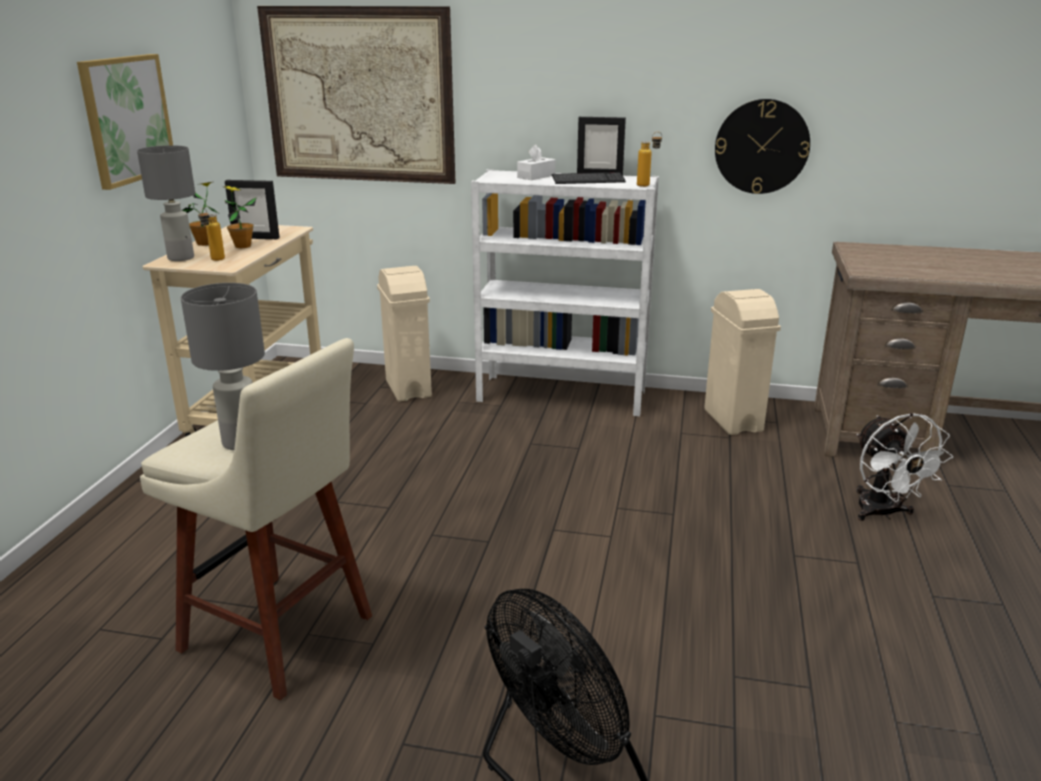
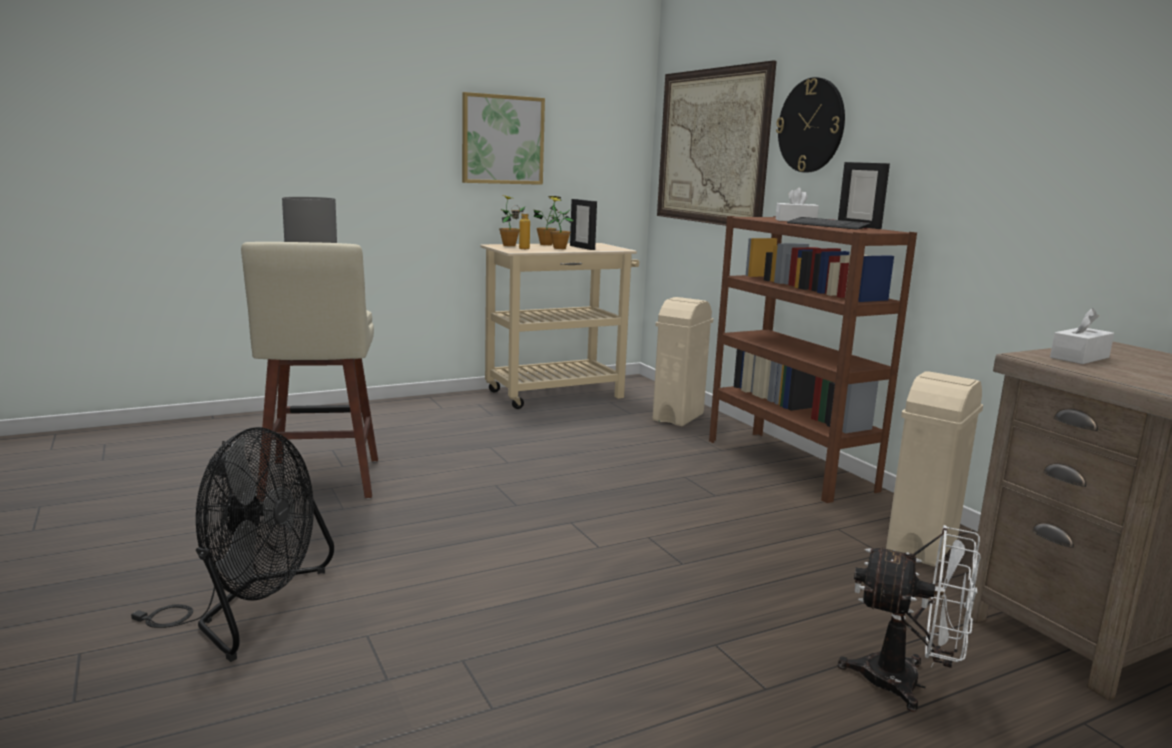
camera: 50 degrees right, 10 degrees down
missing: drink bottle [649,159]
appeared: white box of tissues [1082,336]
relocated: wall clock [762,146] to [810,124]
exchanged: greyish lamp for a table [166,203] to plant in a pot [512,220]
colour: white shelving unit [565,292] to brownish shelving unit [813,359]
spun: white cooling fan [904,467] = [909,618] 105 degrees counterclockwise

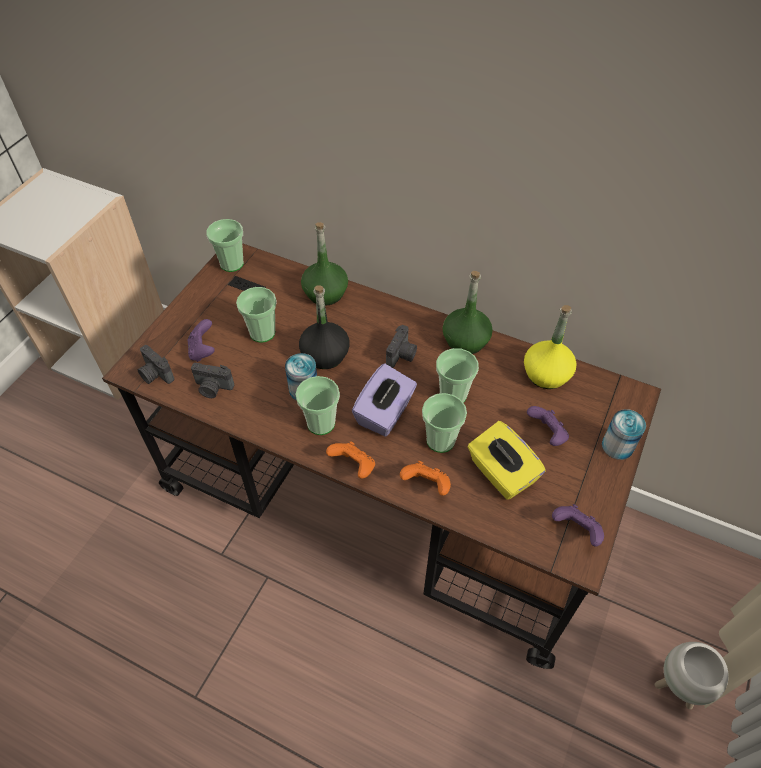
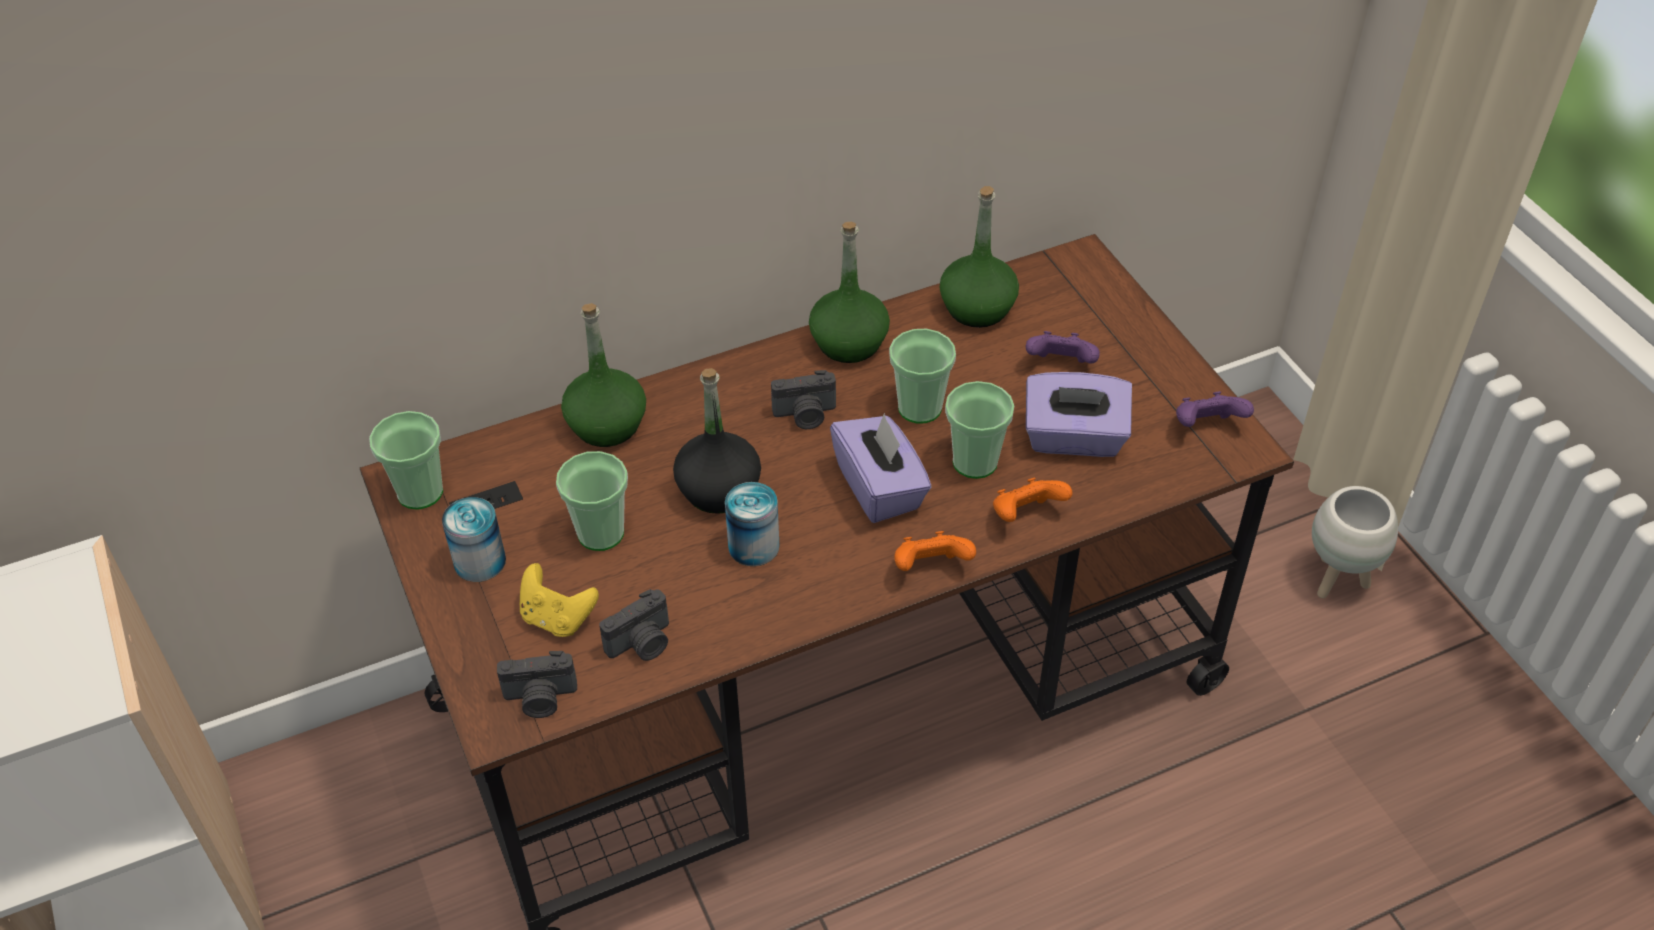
camera: 50 degrees left, 5 degrees down
missing: small cup [317,405]
relocated: sealed can [624,434] to [474,539]
colour: purplish game controller [201,340] to yellow-coloured game controller [559,600]; yellow-coloured drink bottle [550,347] to green drink bottle [979,257]; yellow-coloured box of tissues [507,460] to purplish box of tissues [1079,414]
spun: photo camera [401,346] = [803,399] 105 degrees clockwise

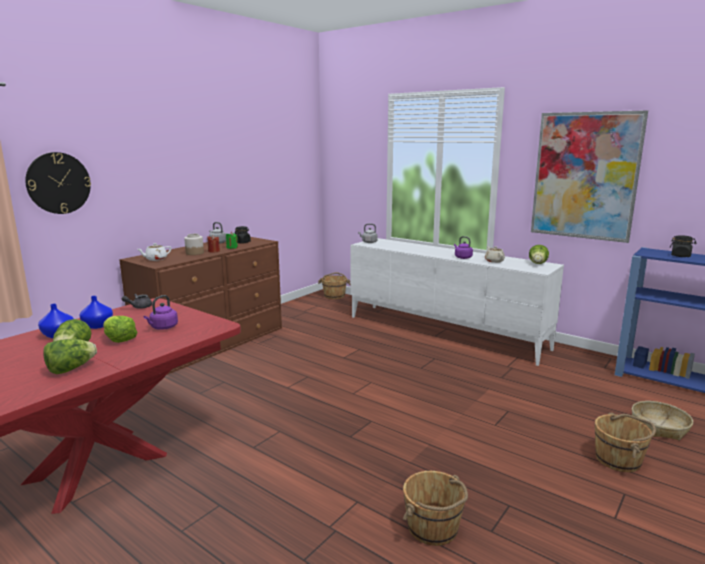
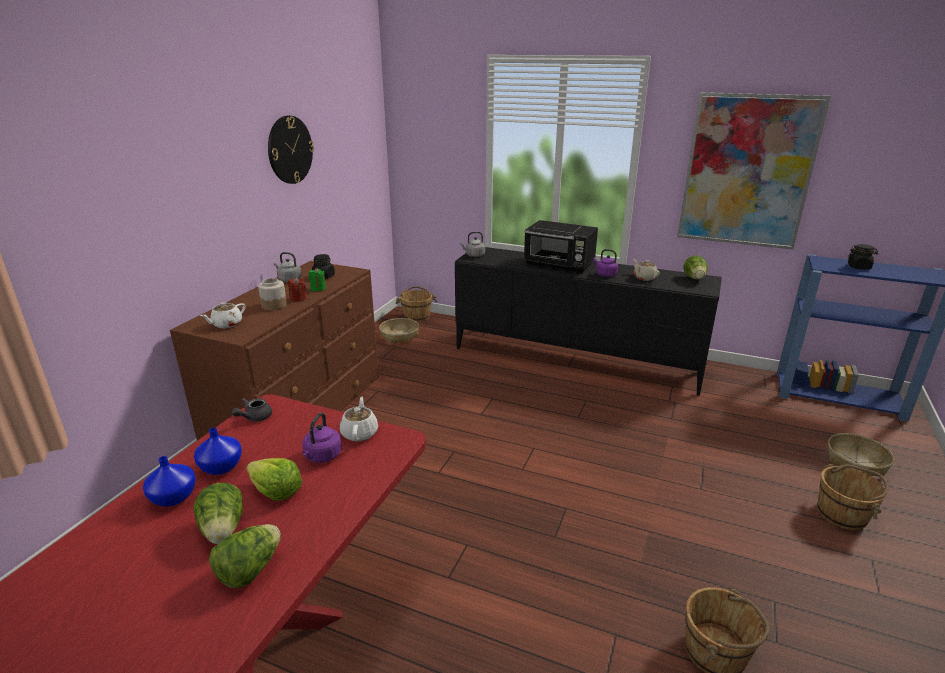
camera: 15 degrees left, 10 degrees up
appeared: white teapot [359,419]; basket [399,330]; black microwave oven [561,246]
relocated: wall clock [58,183] to [291,150]
colour: white cupboard [457,302] to black cupboard [588,321]

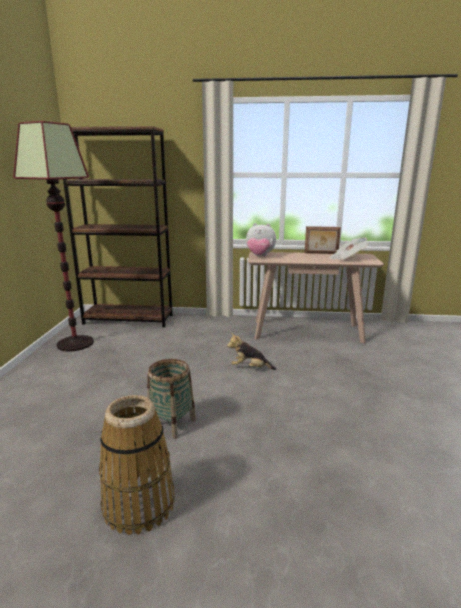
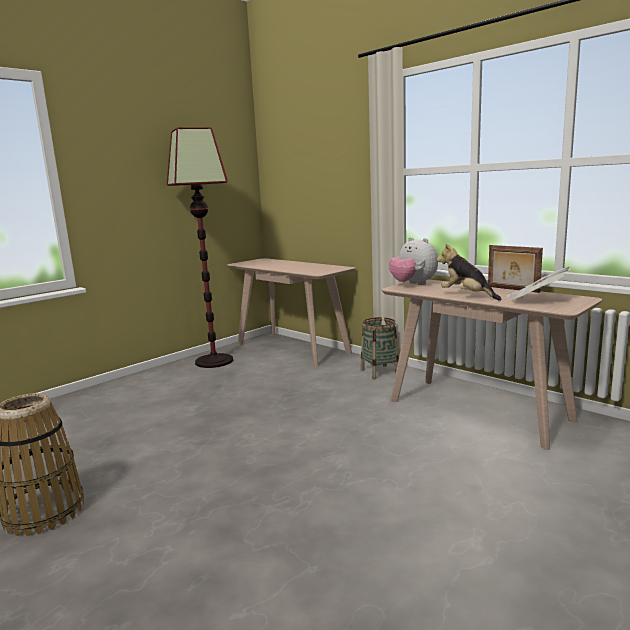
camera: 40 degrees right, 5 degrees down
relocated: basket [171,399] to [379,348]; plush toy [251,351] to [469,272]
exchanged: brownish shelving unit [118,226] to sand-coloured hall table [291,313]

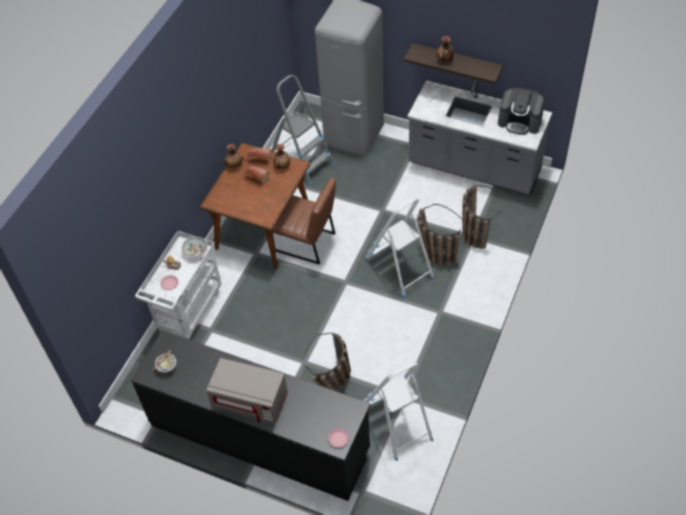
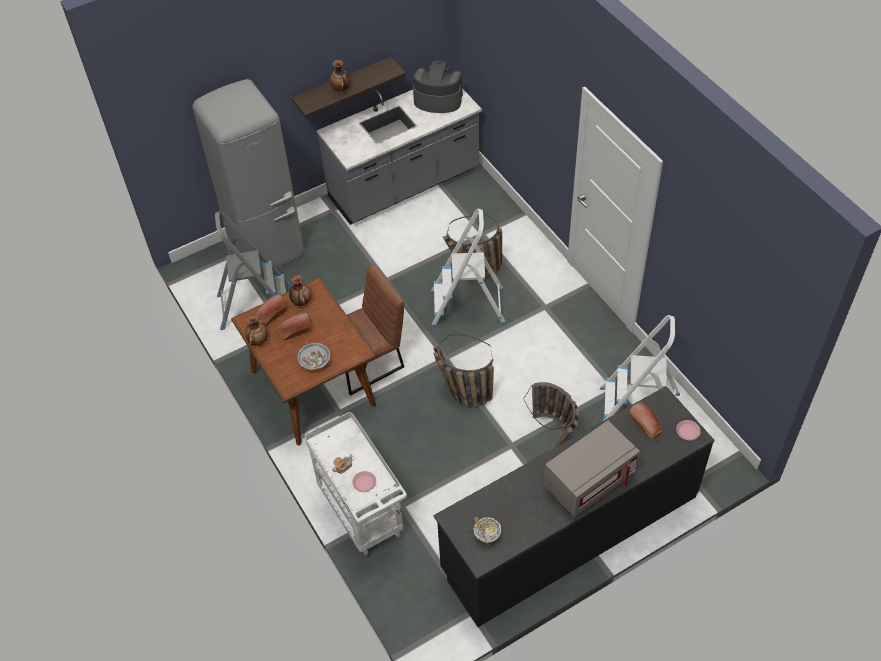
camera: 55 degrees left, 0 degrees up
appeared: bakery bread [646,420]
relocated: bowl [194,247] to [313,356]; basket [482,217] to [463,370]
spun: coffee maker [521,111] = [438,87] 135 degrees counterclockwise

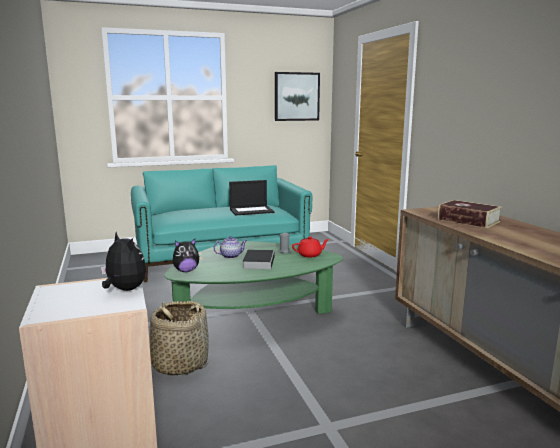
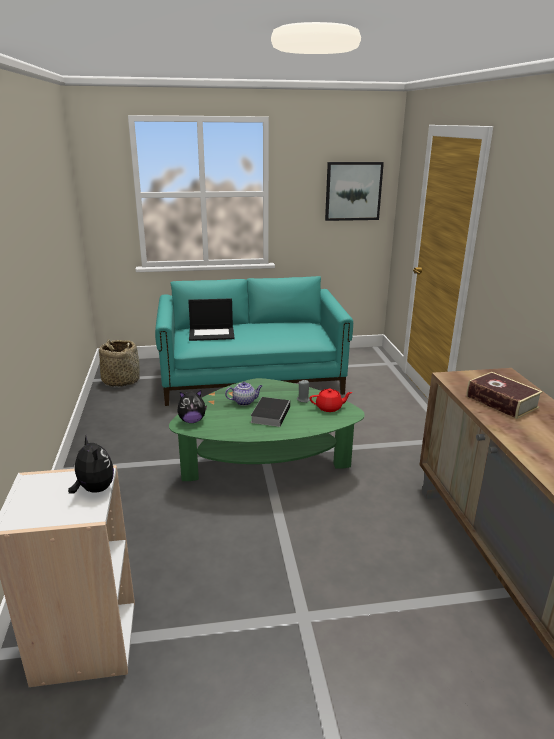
camera: 10 degrees right, 10 degrees up
relocated: basket [180,338] to [119,363]; notebook computer [251,197] to [211,319]

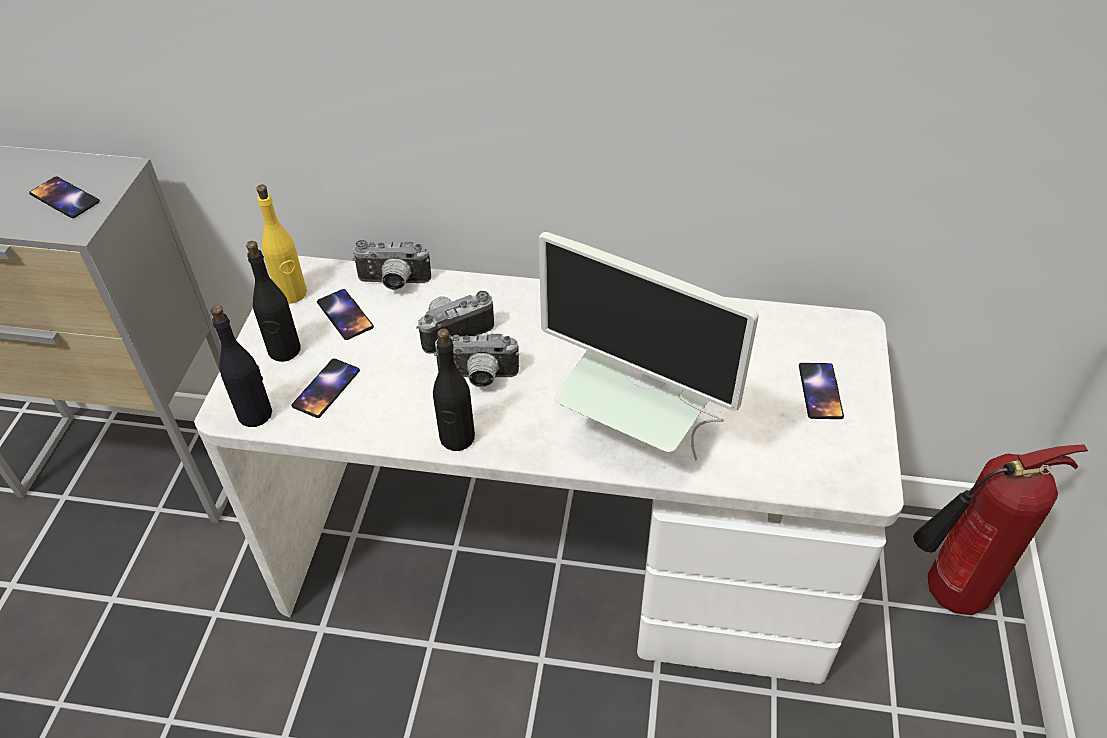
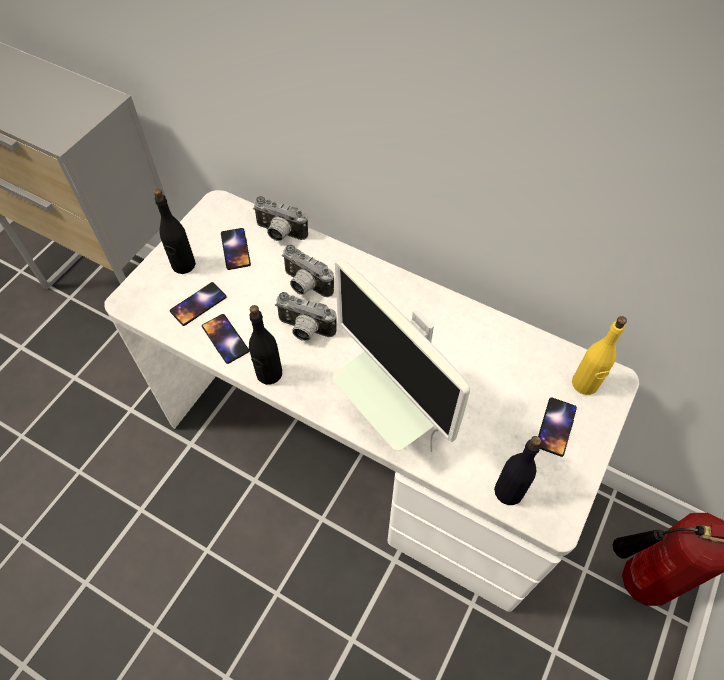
camera: 20 degrees right, 10 degrees up
relocated: telephone [64,197] to [225,339]; black drink bottle [241,366] to [518,470]; yellow-coloured drink bottle [281,244] to [599,355]
spun: photo camera [455,322] = [308,270] 135 degrees counterclockwise

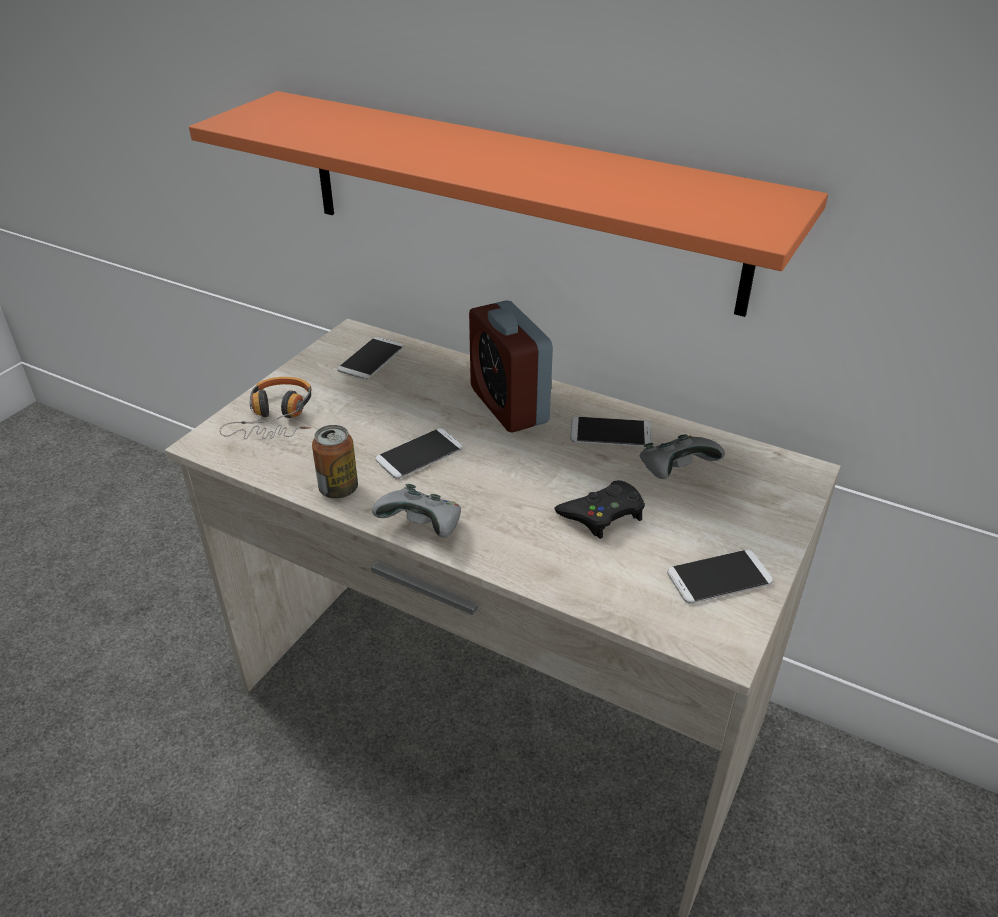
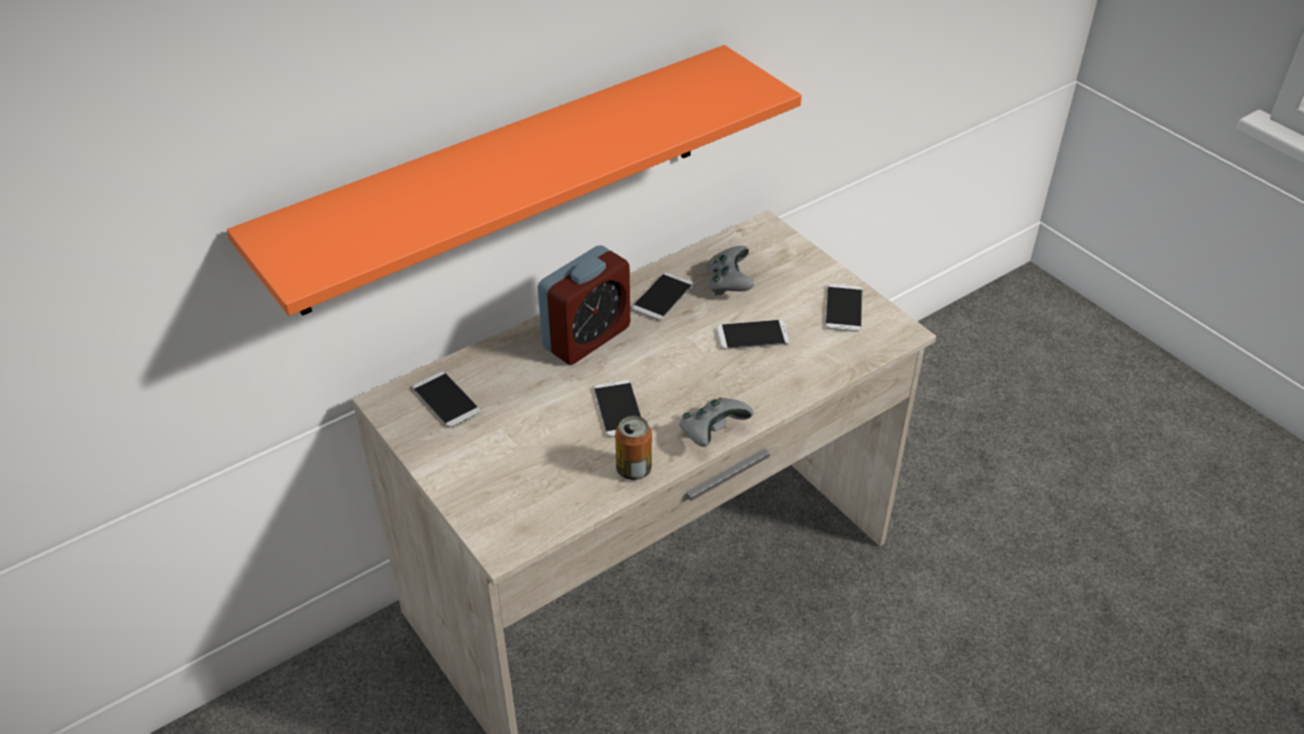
camera: 65 degrees left, 5 degrees up
missing: headset [265,408]
exchanged: black game controller [599,509] to telephone [753,335]
spun: alarm clock [511,366] = [584,305] 45 degrees counterclockwise

